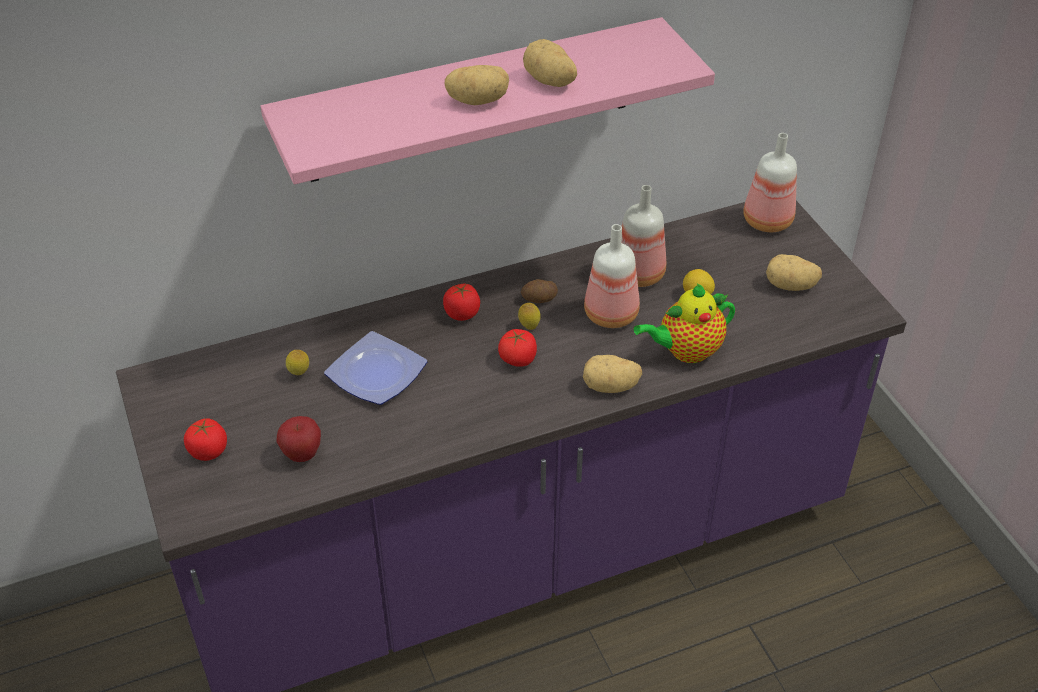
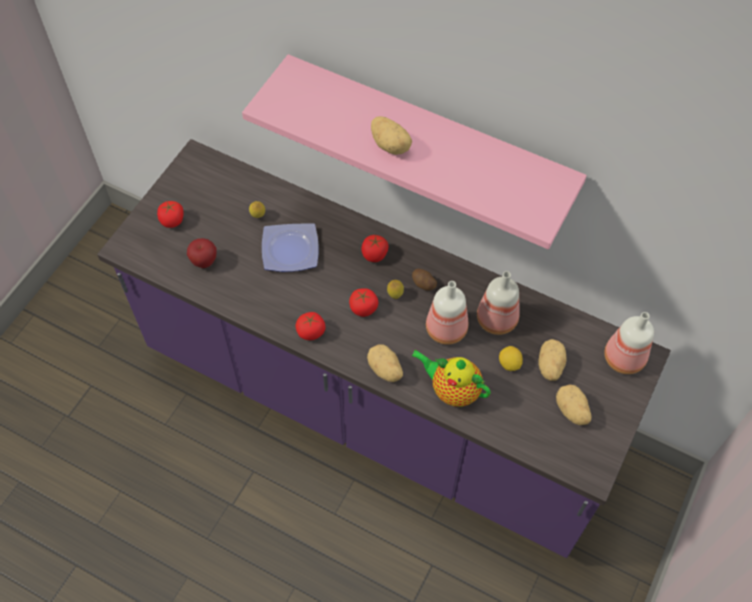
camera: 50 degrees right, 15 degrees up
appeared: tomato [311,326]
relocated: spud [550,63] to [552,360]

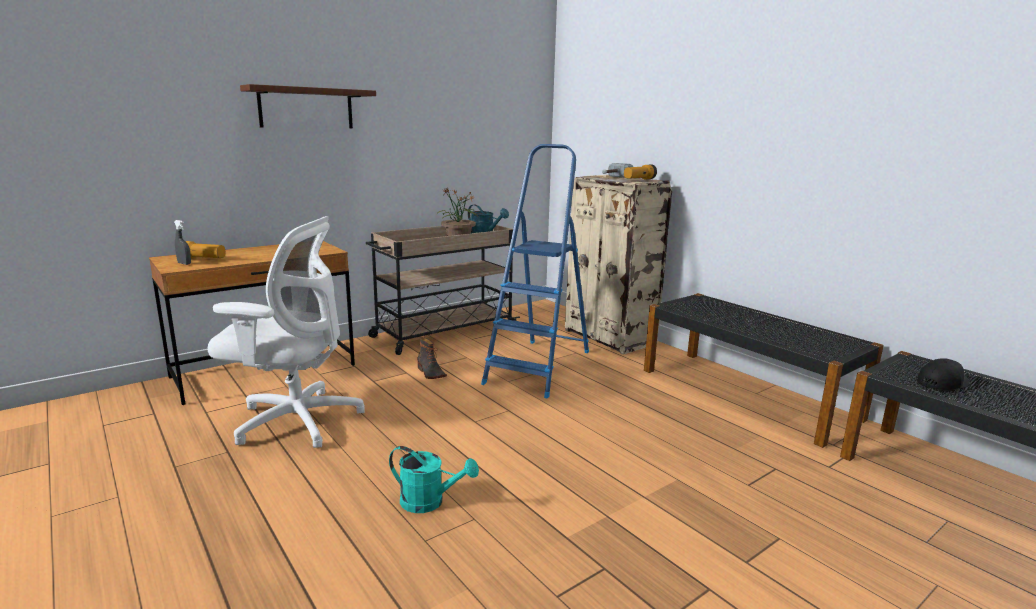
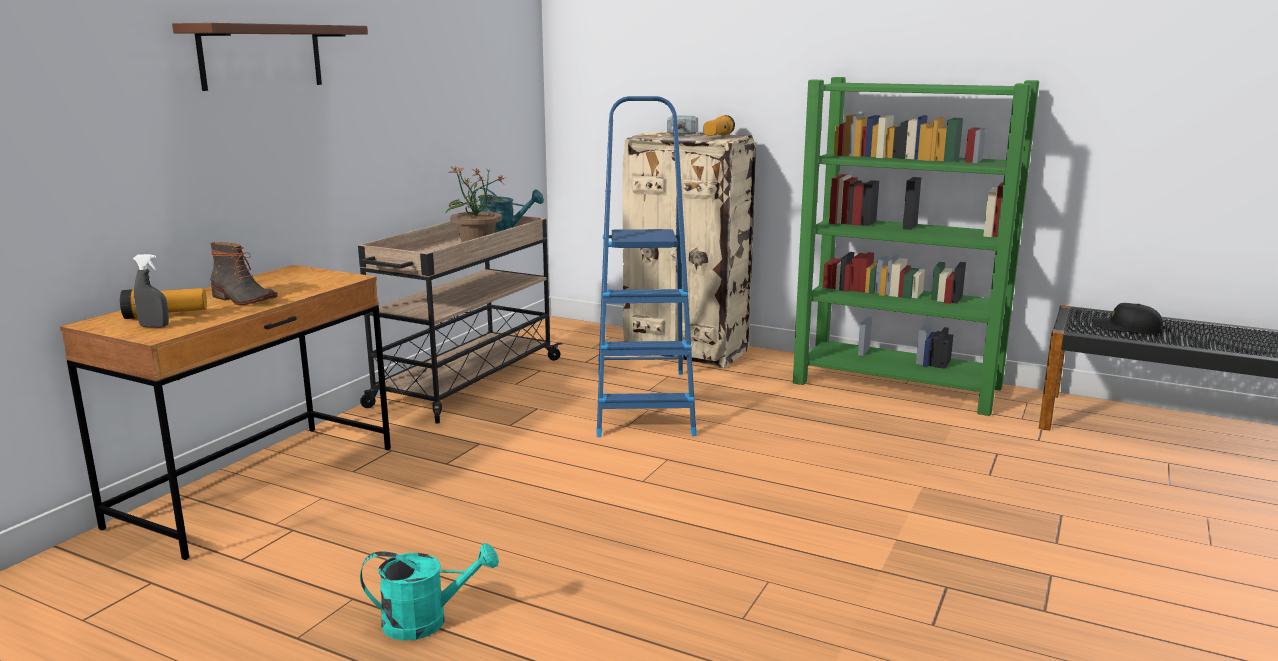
camera: 25 degrees left, 0 degrees up
missing: white office chair [286,332]
relocated: boot [432,358] to [244,273]; turquoise watering can [434,479] to [429,592]
exchanged: black indoor bench [764,370] to green shelving unit [916,246]
spun: black baseball cap [943,374] = [1127,318] 90 degrees counterclockwise

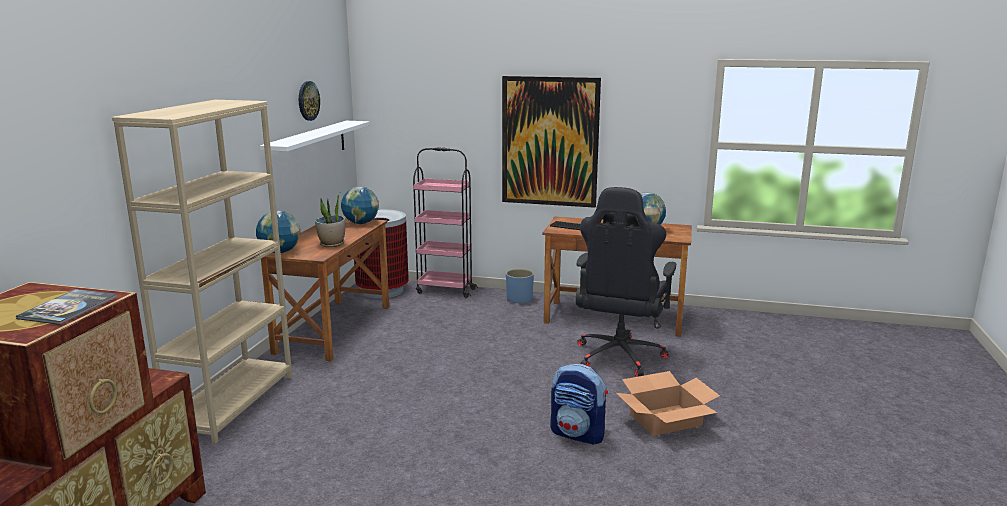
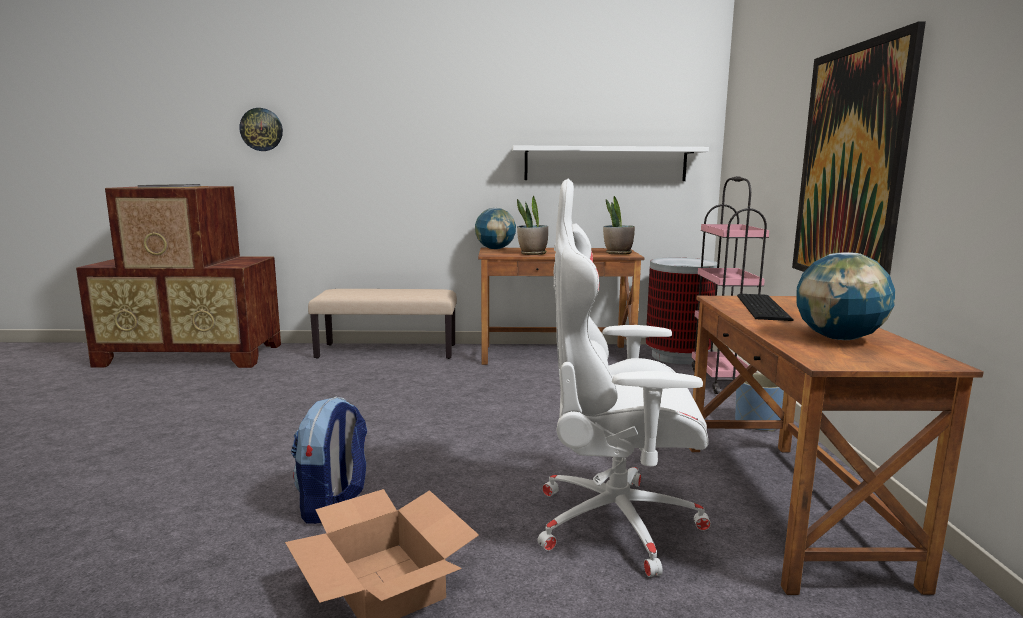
camera: 75 degrees right, 5 degrees down
relocated: wall clock [309,101] to [261,129]
exchanged: sand-coloured shelving unit [202,272] to sand-coloured indoor bench [382,324]; world globe [360,205] to plant in a pot [619,225]
colour: black office chair [626,282] to white office chair [624,377]

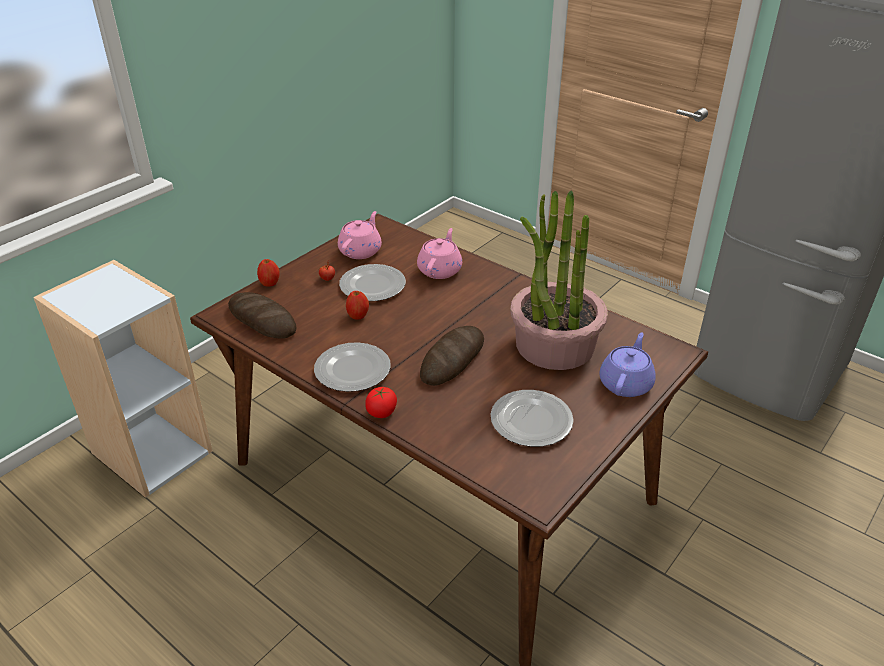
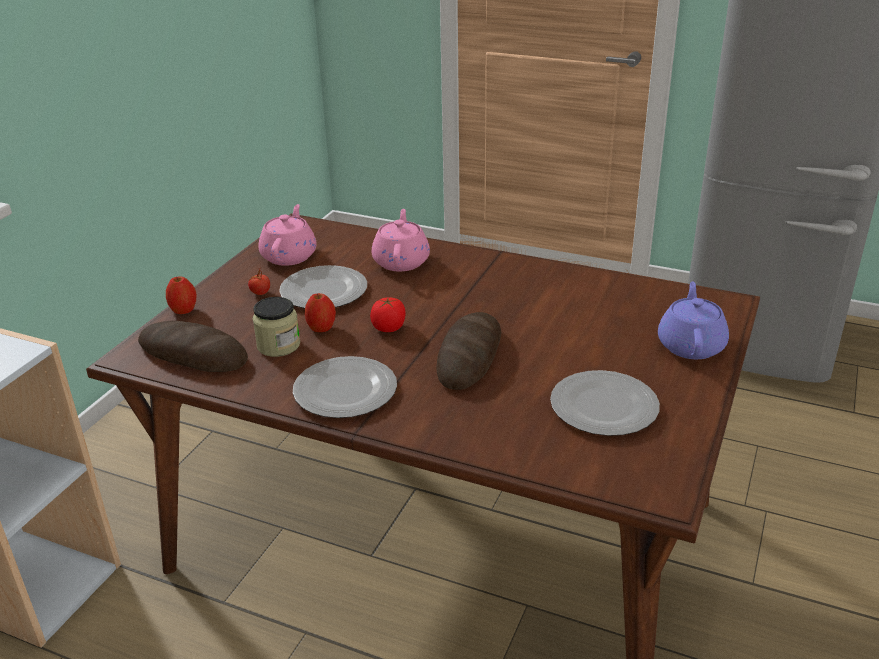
camera: 15 degrees left, 5 degrees down
missing: plant in a pot [559,280]
appeared: jar [276,327]
relocated: tomato [381,402] to [388,314]

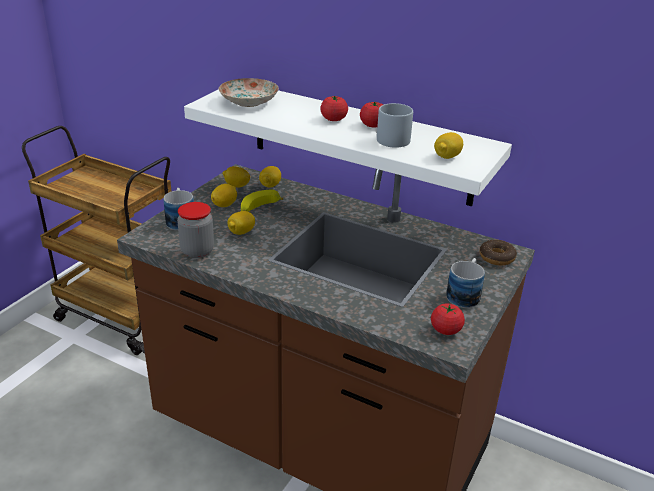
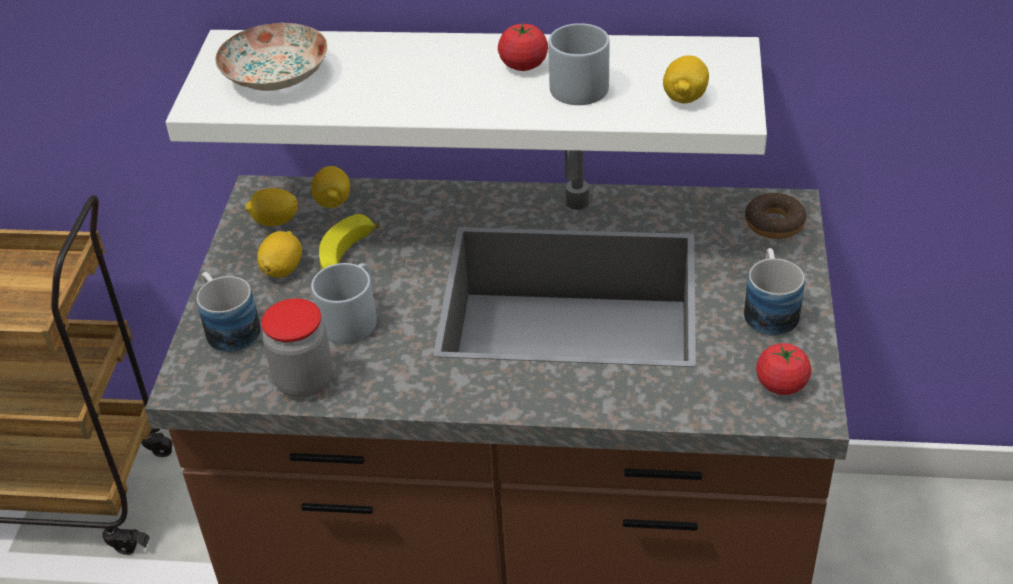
camera: 20 degrees left, 10 degrees up
missing: tomato [334,108]
exchanged: lemon [241,223] to greyish mug [343,303]

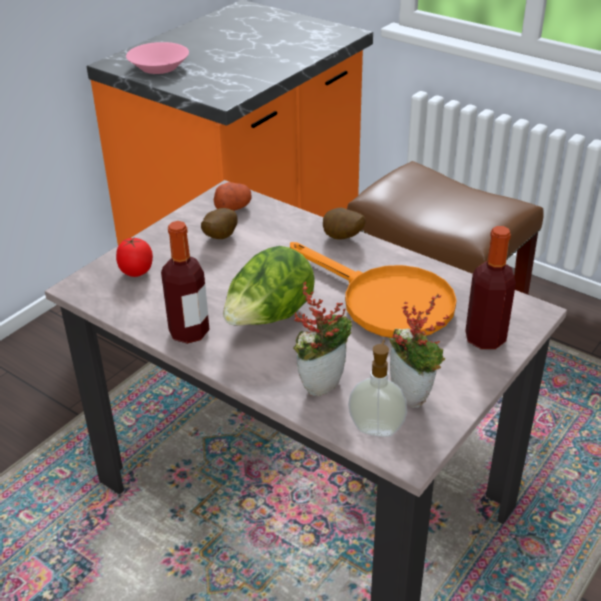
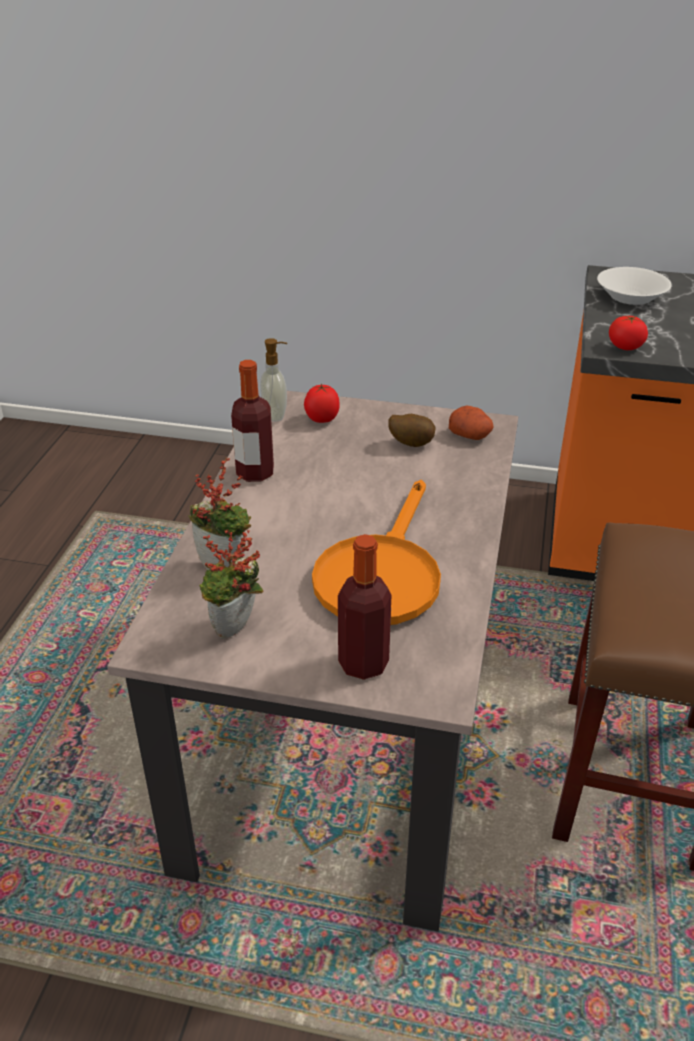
camera: 65 degrees right, 0 degrees up
missing: head of lettuce [269,285]; spud [344,224]
appeared: tomato [628,333]
relocated: liquid soap bottle [377,388] to [273,380]
colour: pink bowl [157,58] to white bowl [634,286]

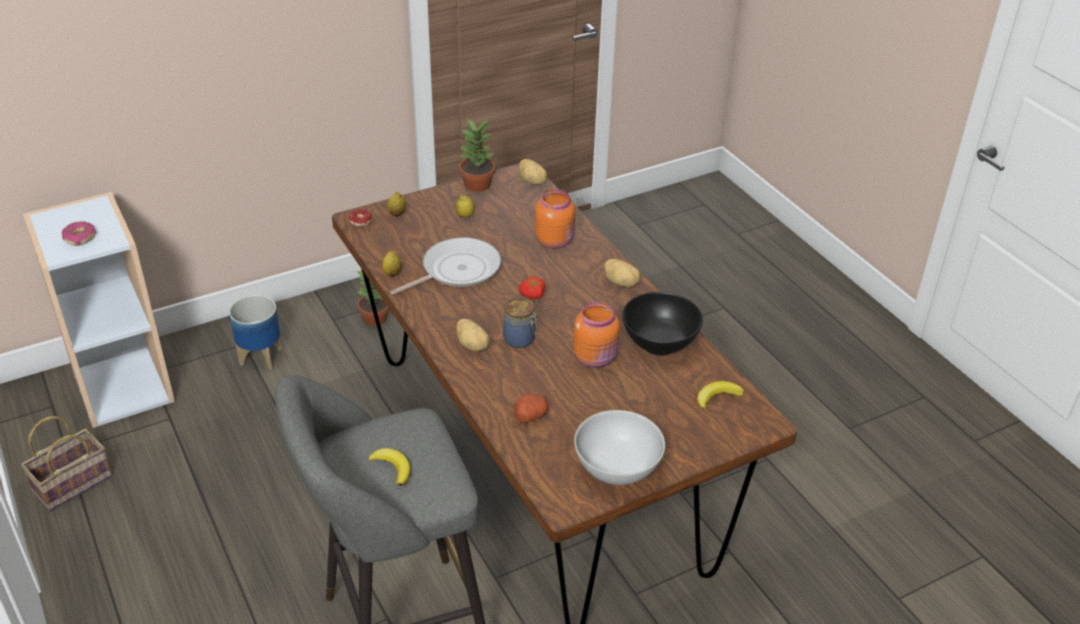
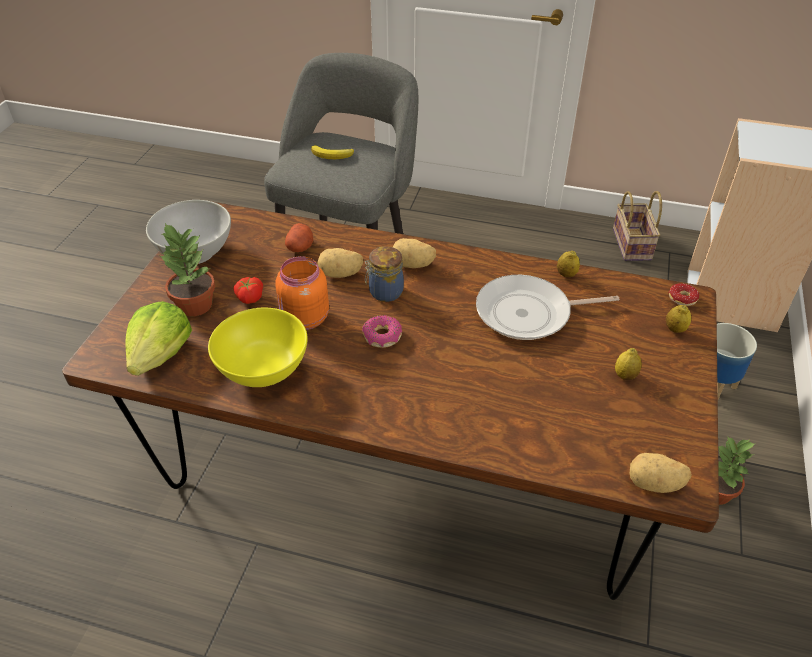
camera: 135 degrees right, 5 degrees up
missing: orange-coloured jar [555,219]
relocated: plant in a pot [477,155] to [187,269]; tomato [532,287] to [248,290]; spud [622,273] to [341,263]; ring doughnut [79,233] to [382,331]
exchanged: banana fruit [720,396] to head of lettuce [158,338]
colour: black bowl [662,323] to yellow-coloured bowl [258,347]
spun: frying pan [445,266] = [547,307] 75 degrees clockwise

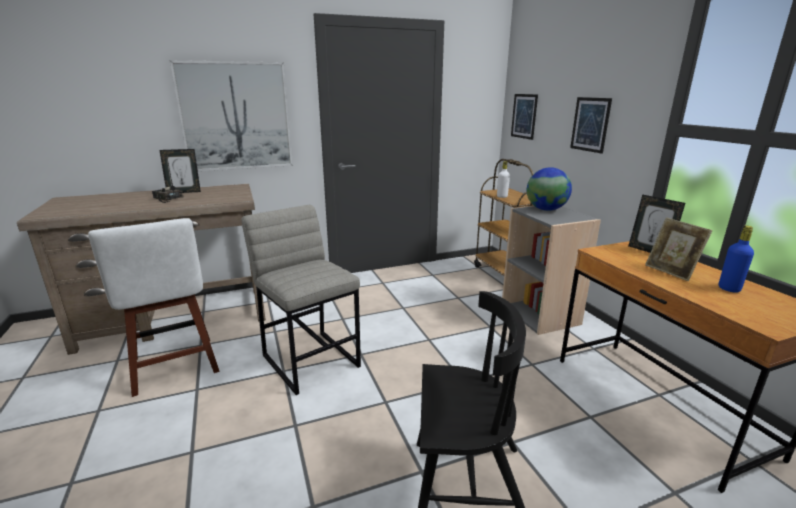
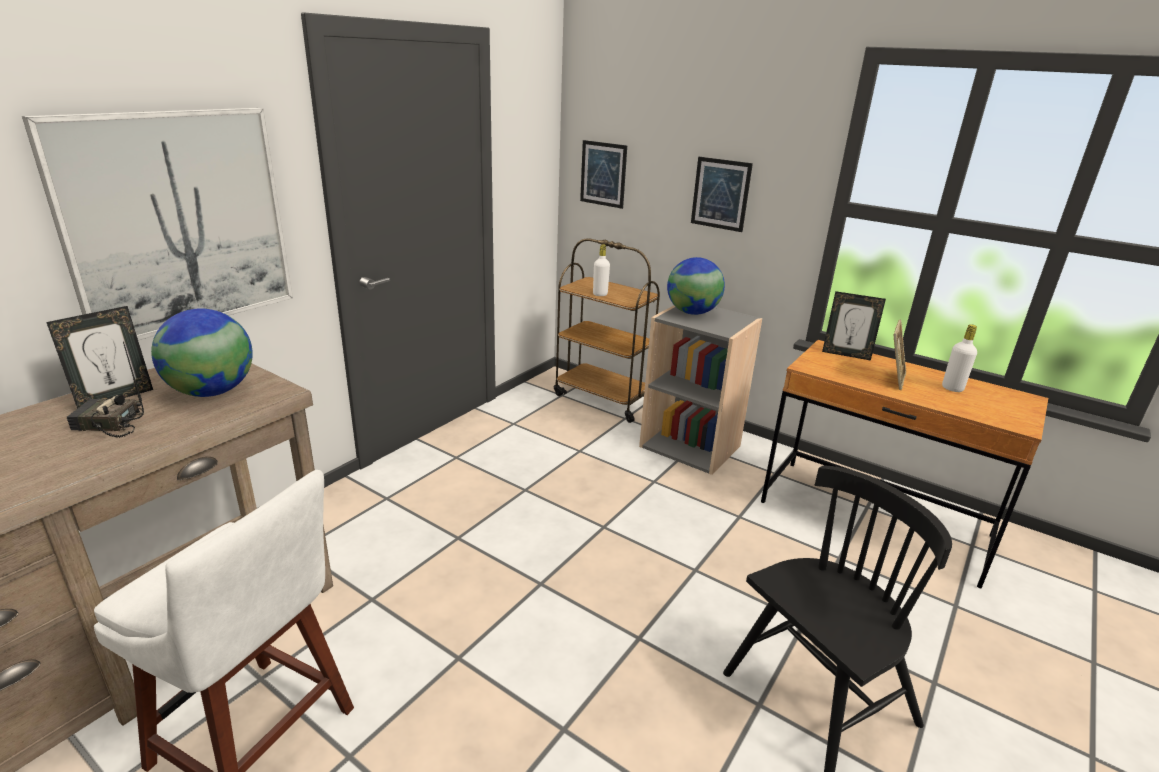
camera: 35 degrees left, 5 degrees up
missing: greyish plain chair [301,300]
appeared: world globe [202,352]
colour: bluish drink bottle [736,259] to white drink bottle [959,358]
spun: standing frame [679,249] = [900,355] 90 degrees counterclockwise

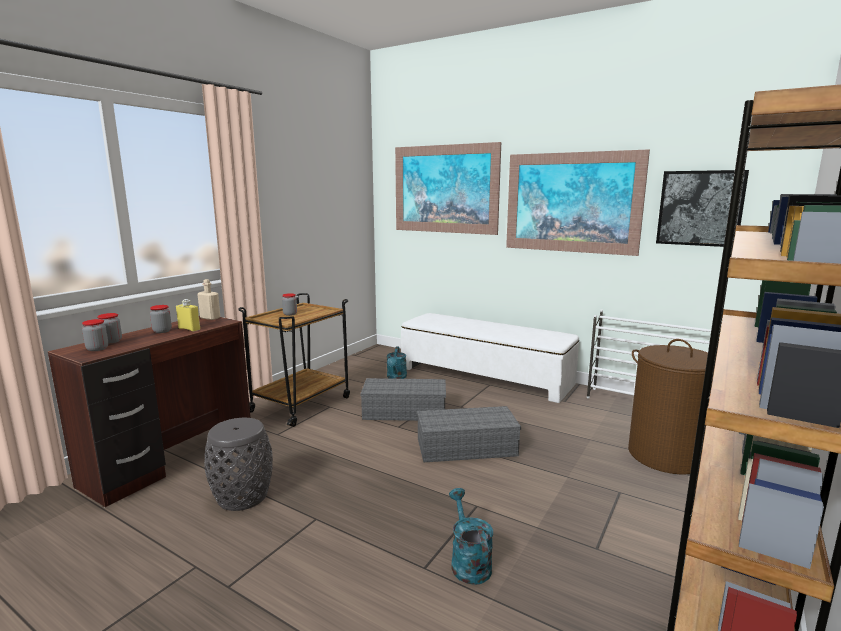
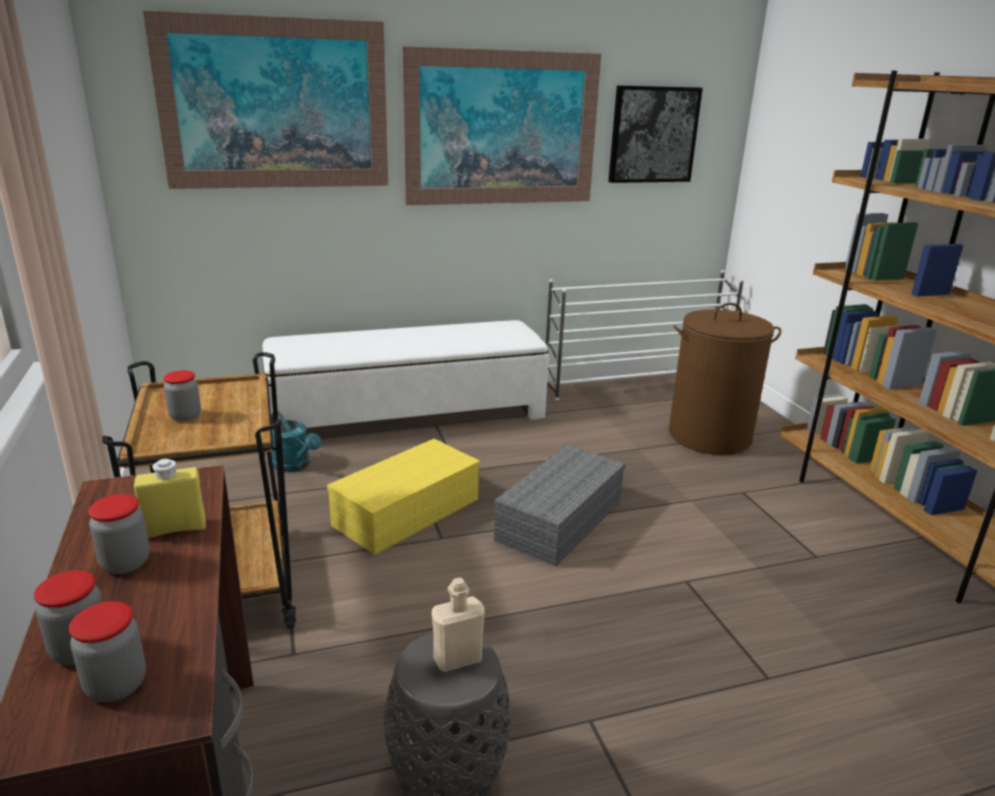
camera: 50 degrees left, 10 degrees up
missing: turquoise watering can [471,536]
relocated: sand-coloured drink bottle [208,299] to [458,625]
colour: greyish storage box [403,399] to yellow-coloured storage box [403,497]

